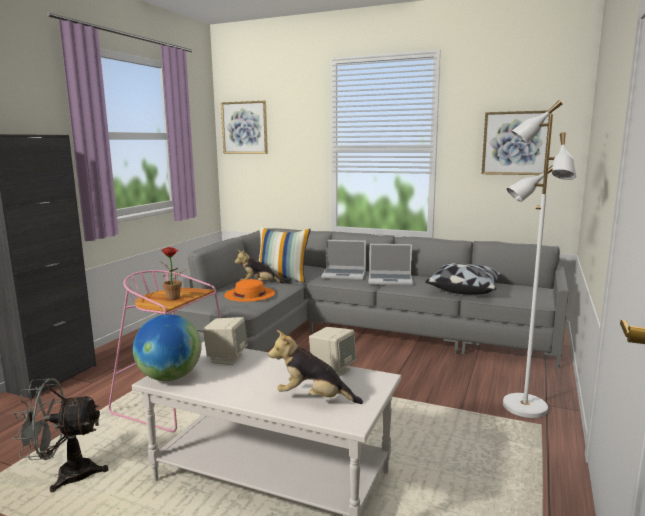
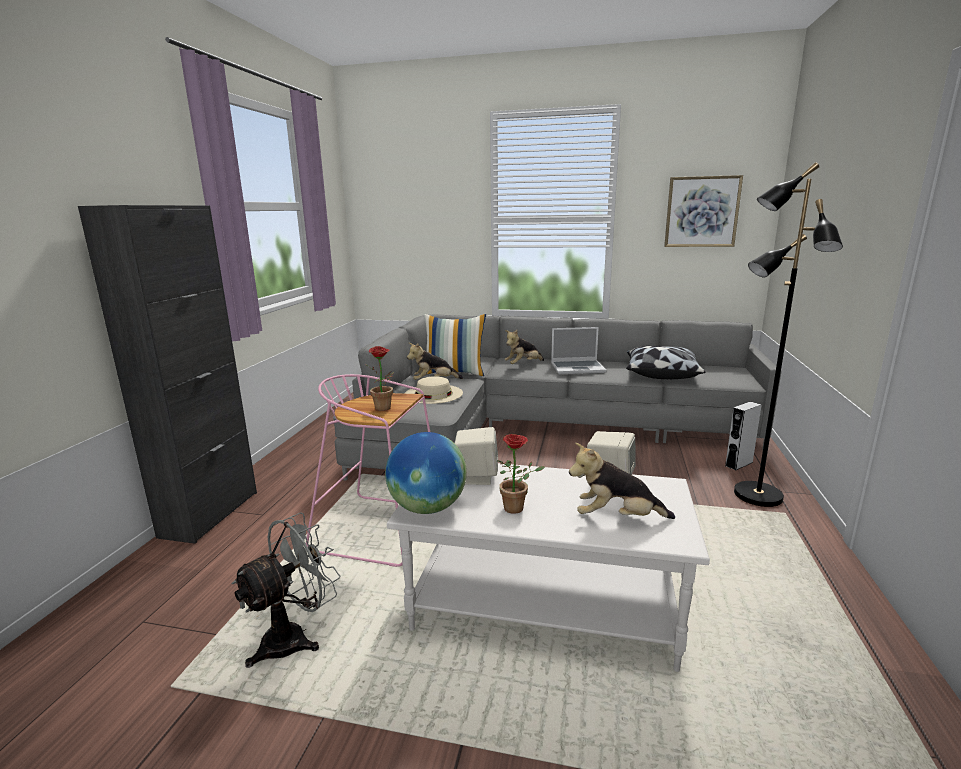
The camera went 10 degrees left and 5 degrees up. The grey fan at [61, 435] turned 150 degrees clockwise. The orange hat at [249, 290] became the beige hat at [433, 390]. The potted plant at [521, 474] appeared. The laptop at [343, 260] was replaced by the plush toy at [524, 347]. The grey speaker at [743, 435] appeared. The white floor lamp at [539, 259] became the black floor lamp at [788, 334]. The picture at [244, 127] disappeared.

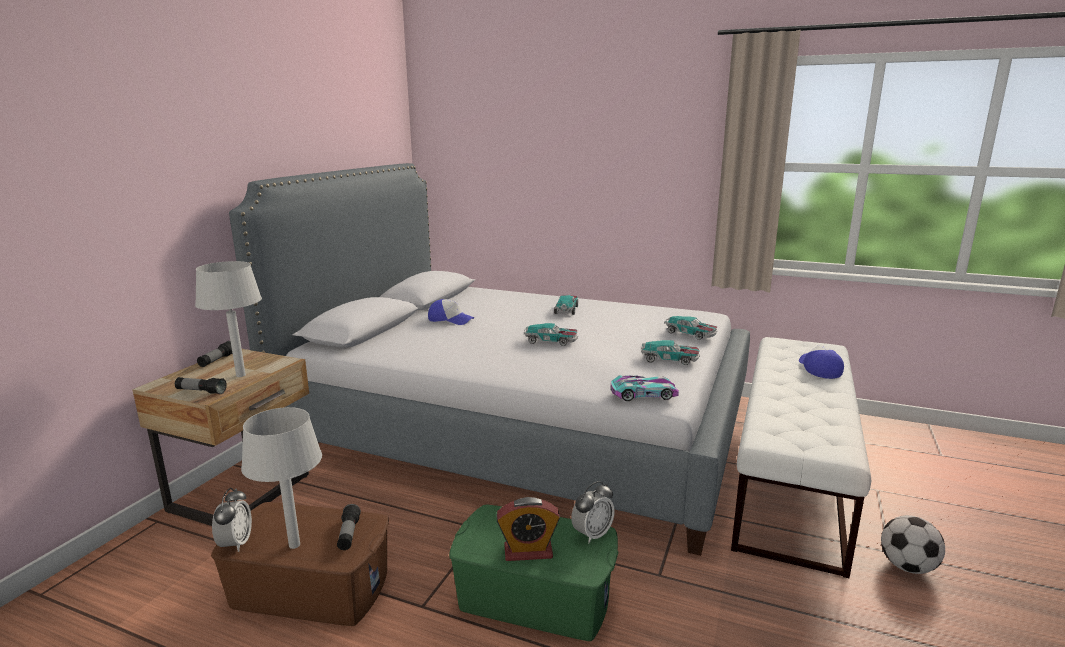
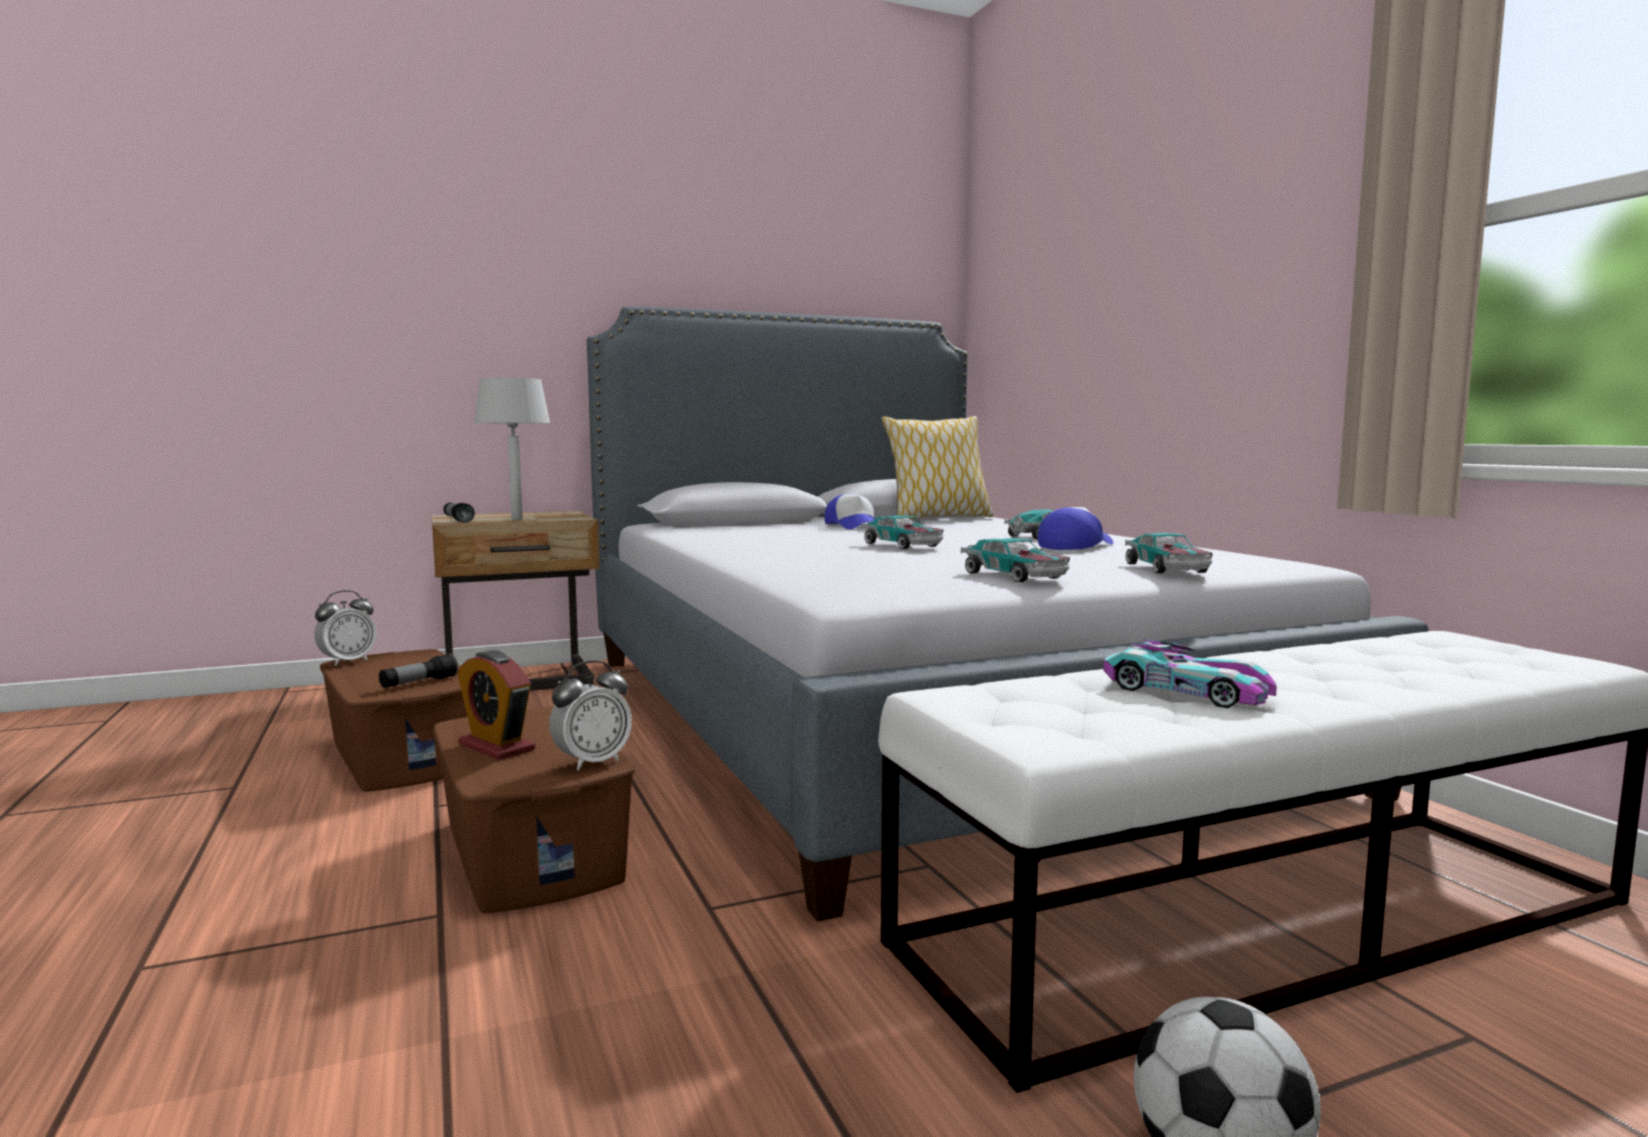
The camera went 45 degrees right and 10 degrees down. The green storage box at [533, 573] became the brown storage box at [534, 810]. The alarm clock at [593, 512] turned 45 degrees counterclockwise. The pillow at [937, 468] appeared. The cap moved from [821, 362] to [1075, 528]. The toy car moved from [645, 388] to [1190, 673]. The flashlight at [215, 354] disappeared. The grey table lamp at [281, 478] disappeared.

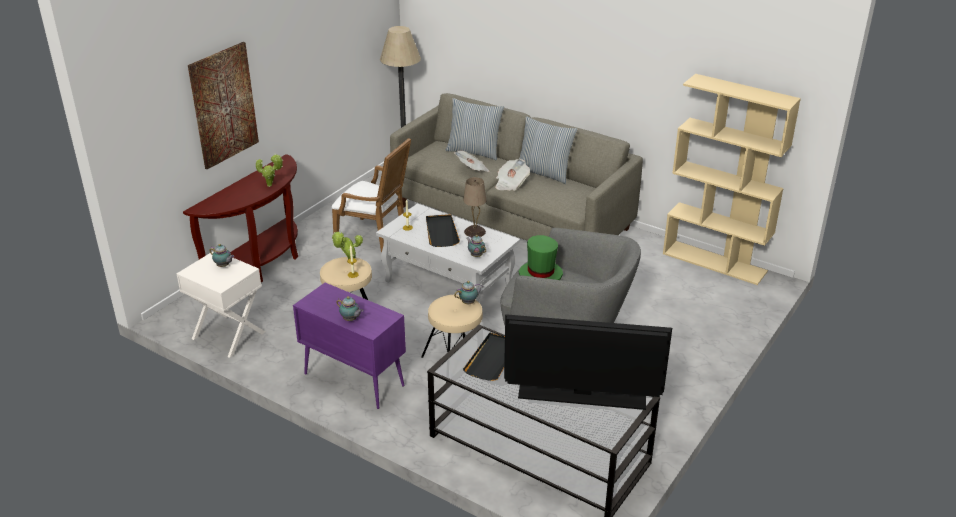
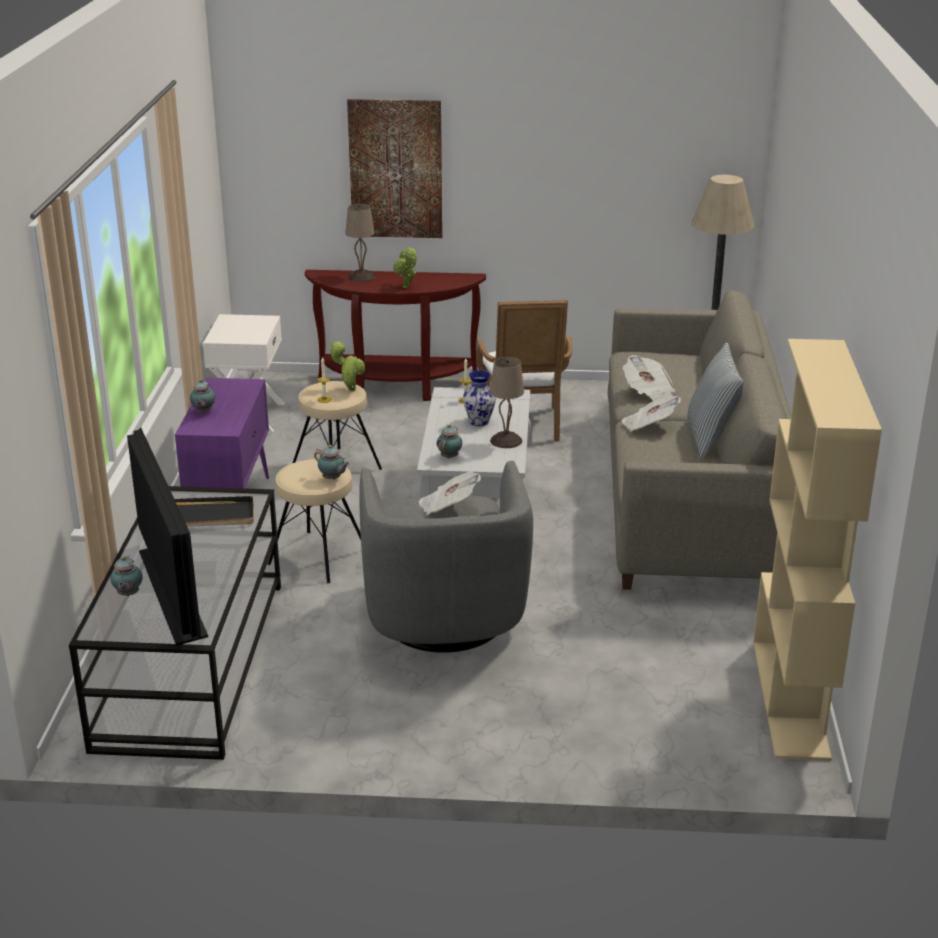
The camera went 60 degrees right and 5 degrees down. The teapot moved from [221, 255] to [126, 575]. The beige table lamp at [360, 243] appeared. The green hat at [540, 257] was replaced by the newspaper at [450, 493]. The black tray at [443, 230] was replaced by the vase at [479, 398]. The pillow at [475, 129] disappeared.

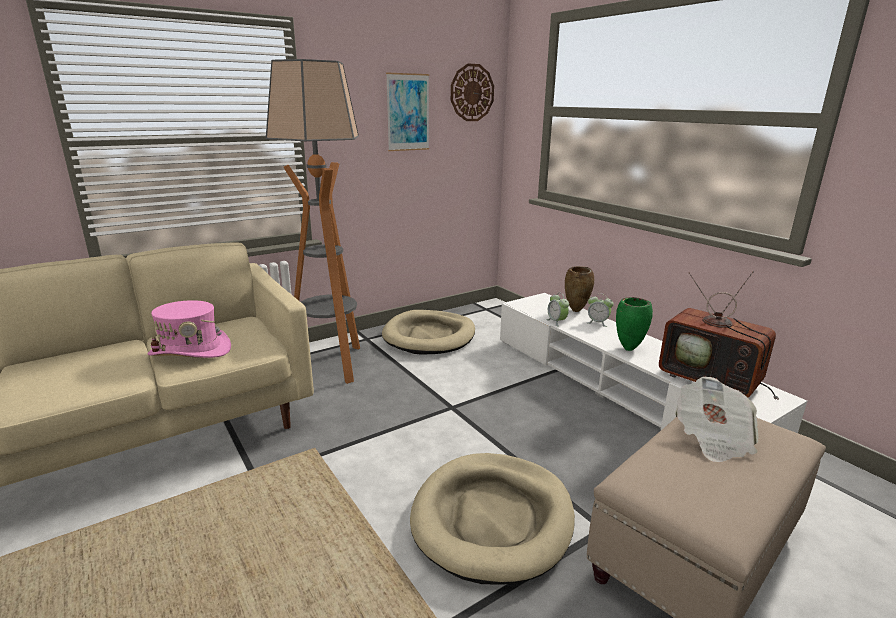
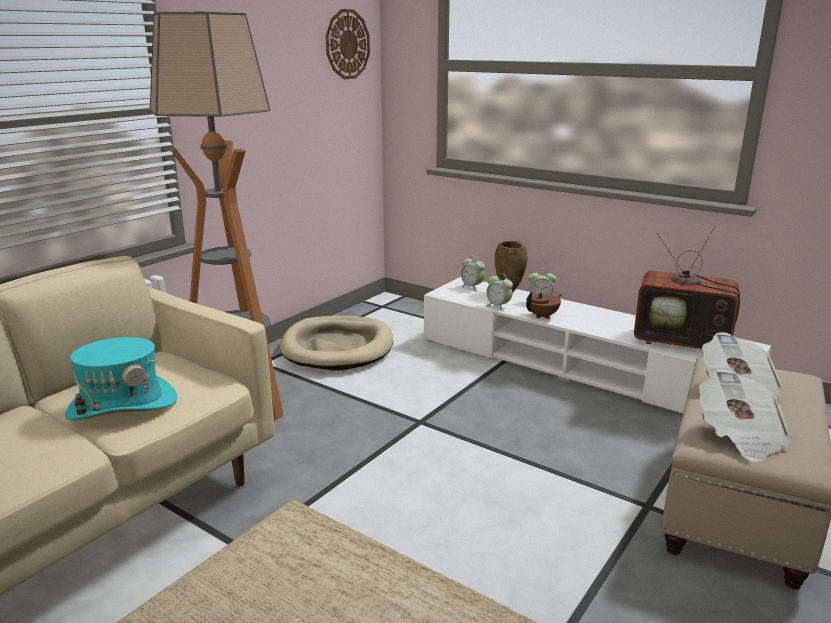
The camera went 20 degrees left and 0 degrees up. The pink hat at [189, 329] became the turquoise hat at [121, 378]. The alarm clock at [472, 273] appeared. The brown teapot at [544, 305] appeared. The newspaper at [745, 415] appeared. The picture at [407, 112] disappeared. The beige dog bed at [492, 519] disappeared. The green vase at [634, 324] disappeared.

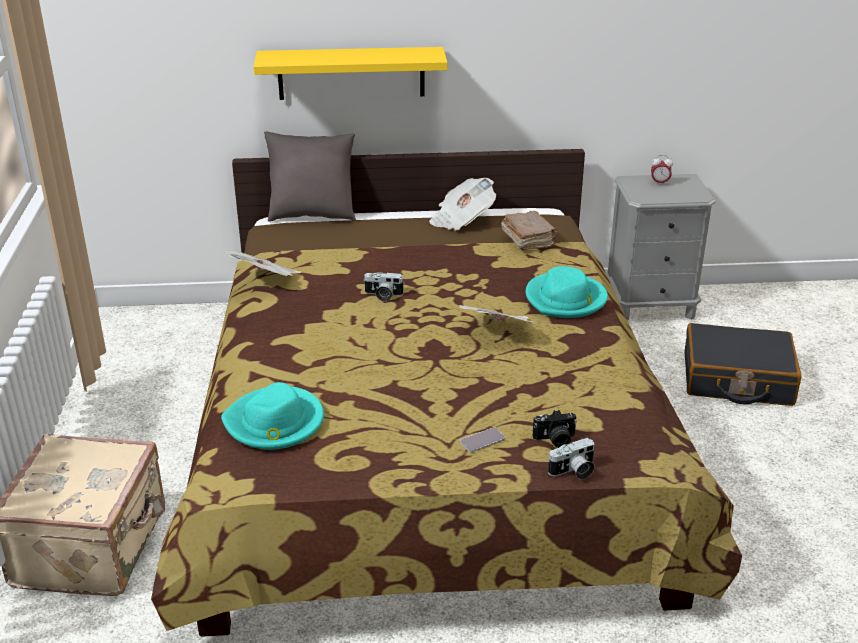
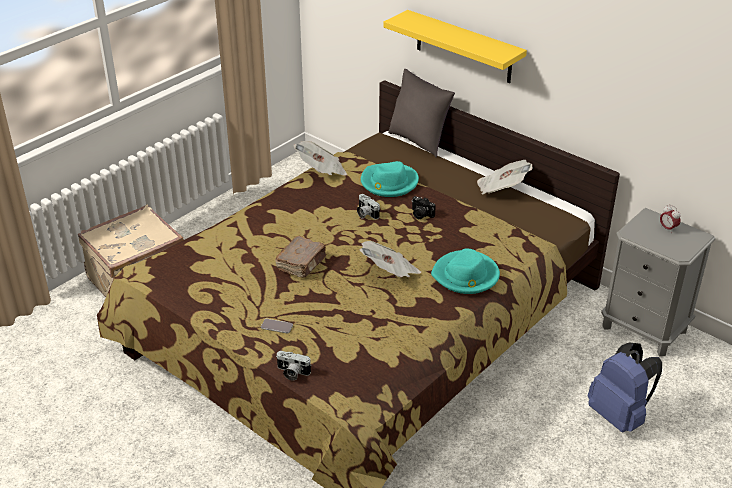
The camera went 45 degrees right and 5 degrees up. The brown book moved from [529, 230] to [300, 257]. The turquoise hat moved from [272, 416] to [390, 179]. The photo camera moved from [555, 429] to [423, 207]. The black suitcase at [742, 364] was replaced by the blue backpack at [625, 387].

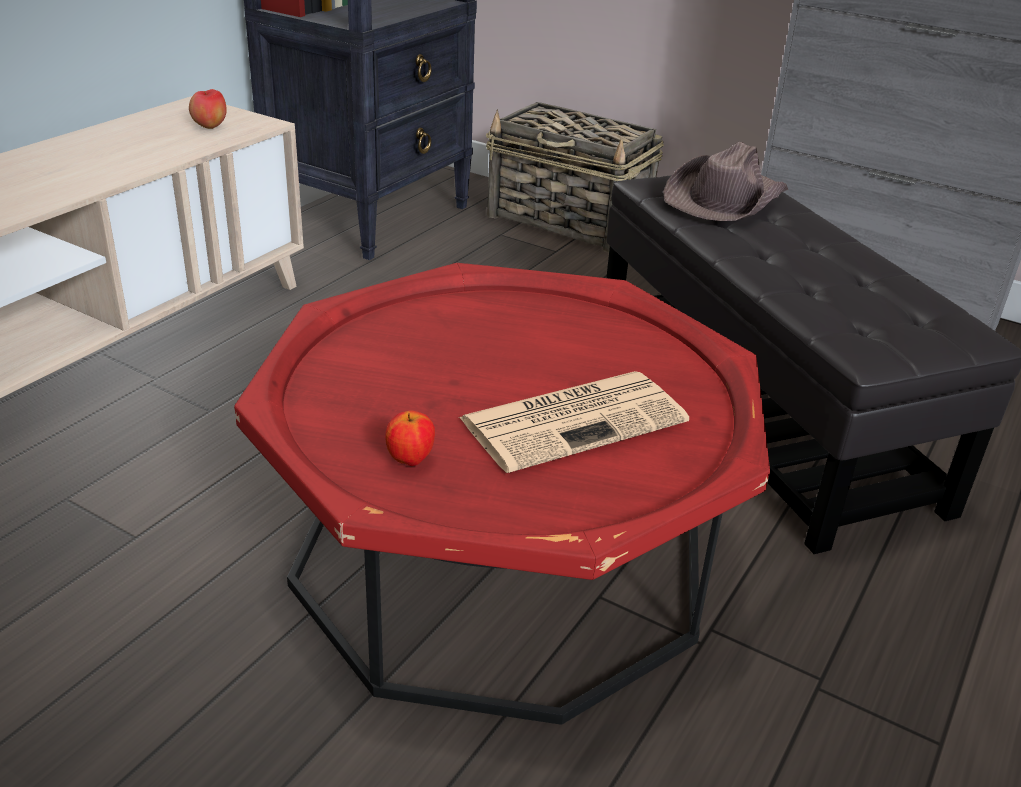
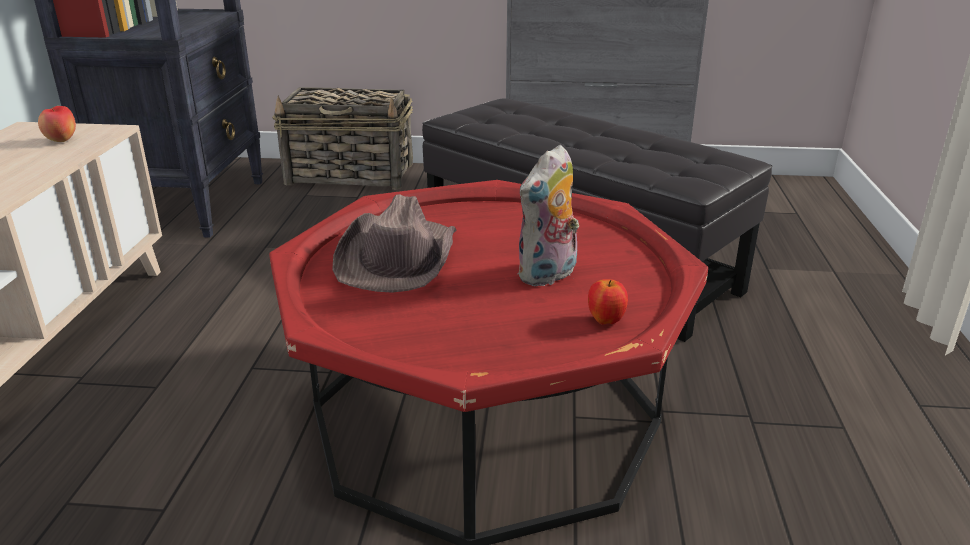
The camera went 25 degrees left and 5 degrees down. The brown hat moved from [725, 181] to [394, 243]. The newspaper at [574, 422] was replaced by the plush toy at [548, 216]. The apple moved from [410, 438] to [608, 302].

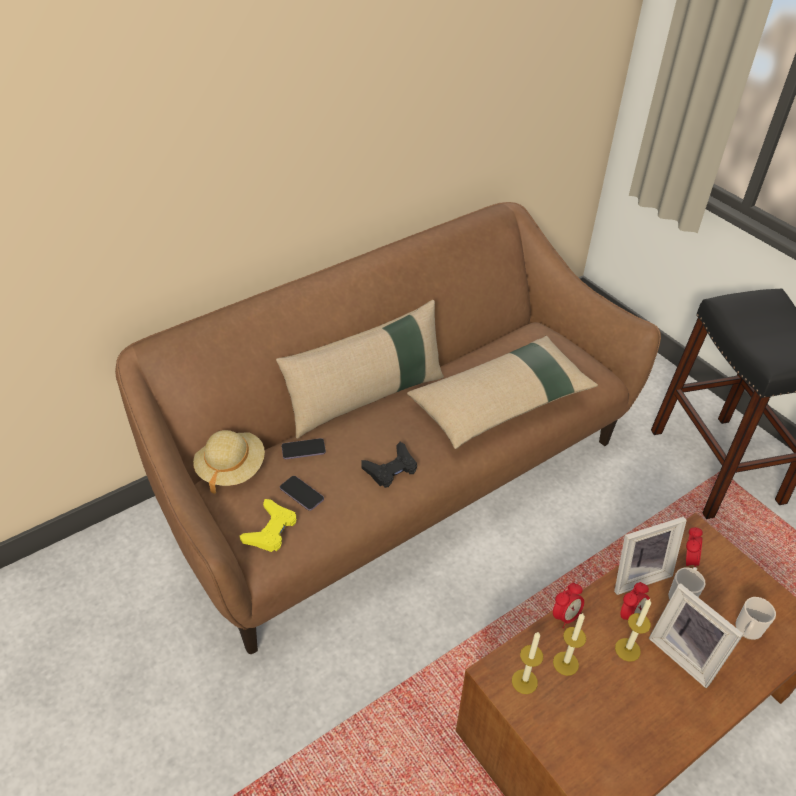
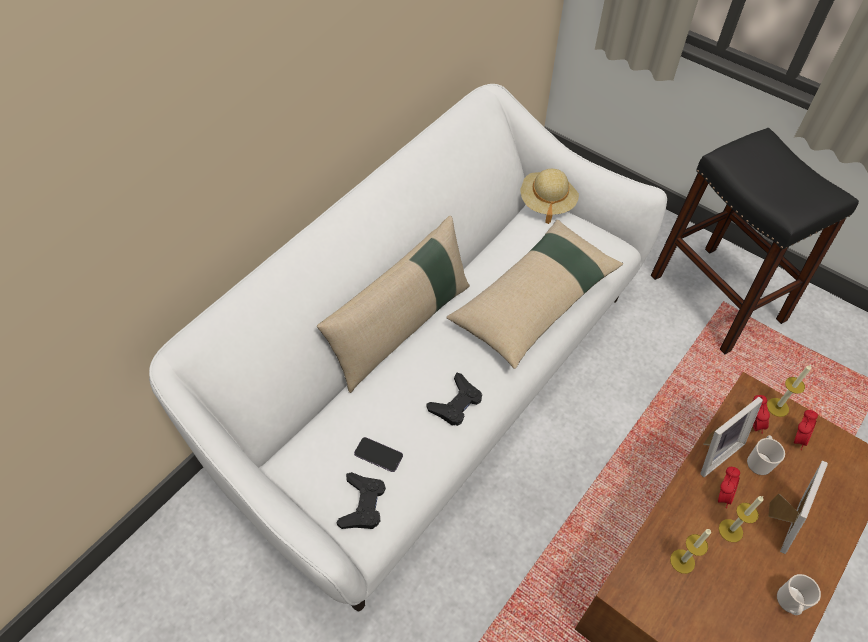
The camera went 15 degrees left and 10 degrees up. The brown sofa at [388, 428] became the white sofa at [408, 347]. The yellow game controller at [268, 525] became the black game controller at [361, 500]. The beige hat moved from [229, 462] to [549, 196]. The candle moved from [527, 663] to [789, 391]. The picture frame at [696, 635] turned 90 degrees counterclockwise. The mug moved from [755, 618] to [799, 594]. The alarm clock moved from [568, 606] to [806, 430]. The phone at [304, 448] disappeared.

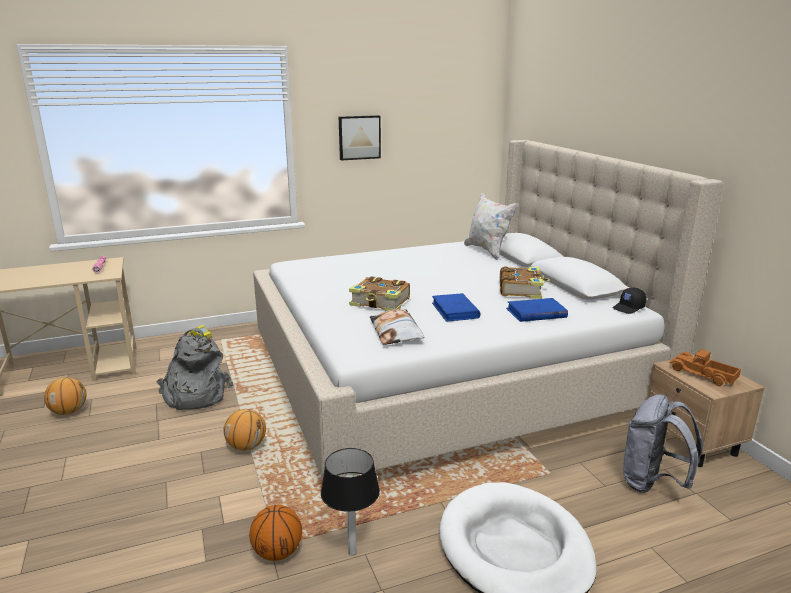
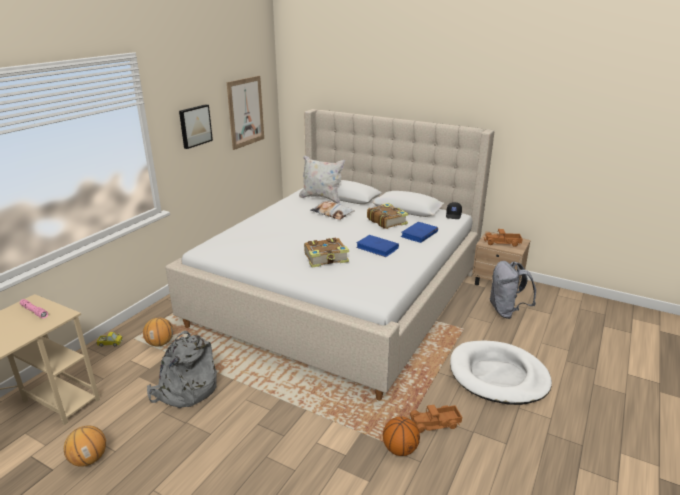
The camera went 40 degrees left and 5 degrees up. The basketball moved from [245, 430] to [158, 332]. The picture at [245, 113] appeared. The pillow moved from [397, 327] to [332, 210]. The table lamp at [350, 501] was replaced by the toy truck at [435, 419].

